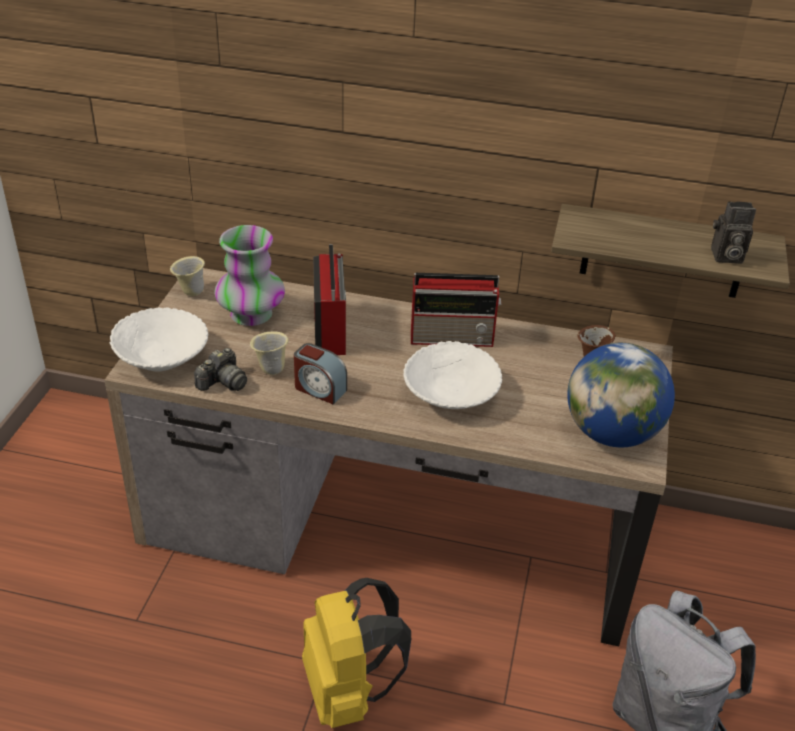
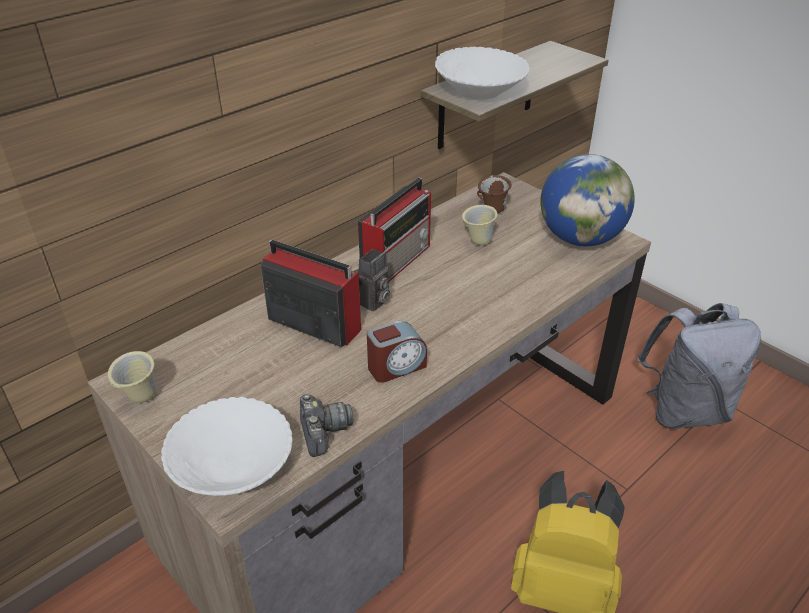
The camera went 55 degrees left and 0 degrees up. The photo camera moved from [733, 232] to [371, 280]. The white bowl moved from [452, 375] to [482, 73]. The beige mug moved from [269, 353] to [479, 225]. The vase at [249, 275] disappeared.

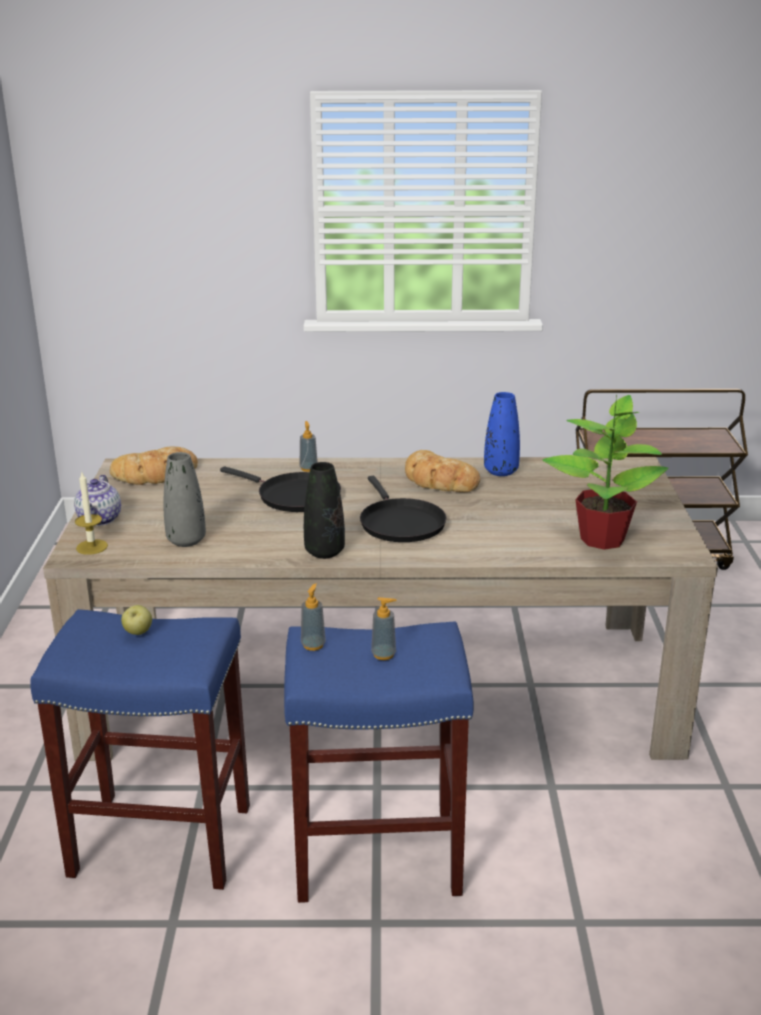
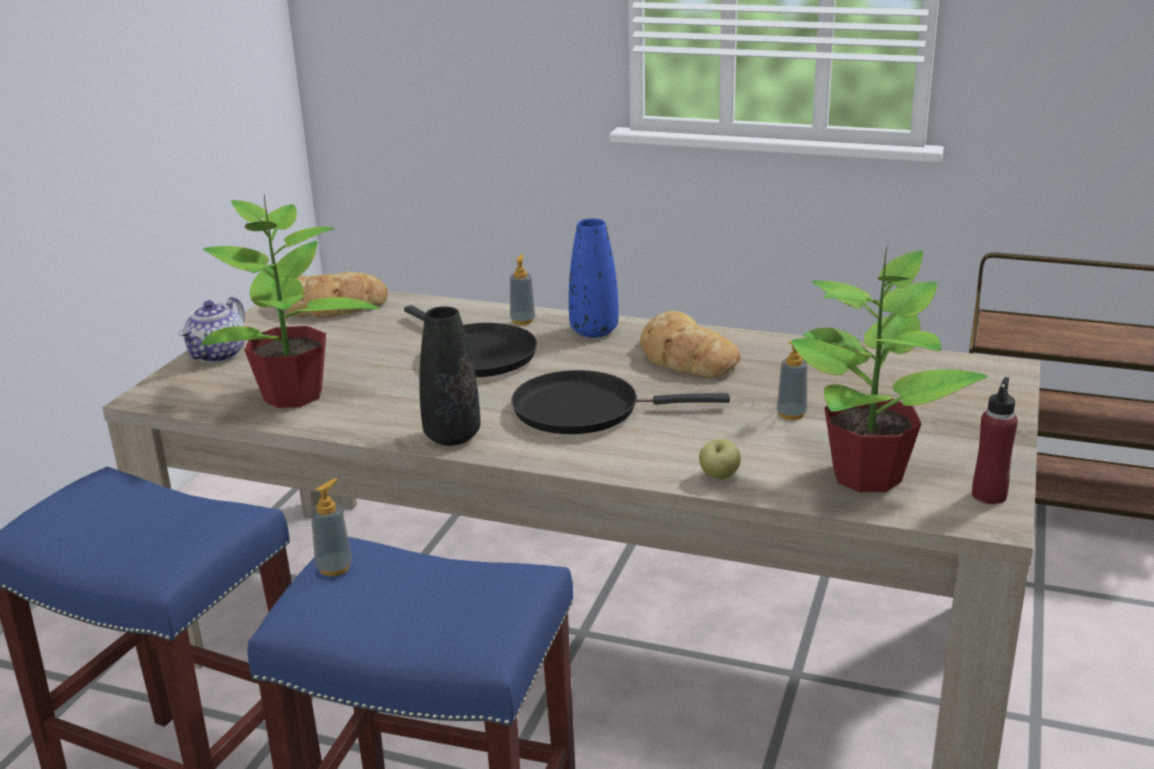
The camera went 20 degrees right and 0 degrees up. The grey vase at [185, 499] was replaced by the potted plant at [290, 301]. The black frying pan at [403, 509] turned 90 degrees clockwise. The blue vase moved from [502, 434] to [593, 278]. The apple moved from [136, 620] to [720, 458]. The soap dispenser moved from [384, 628] to [792, 380]. The red bottle at [995, 440] appeared. The candle at [91, 513] disappeared.

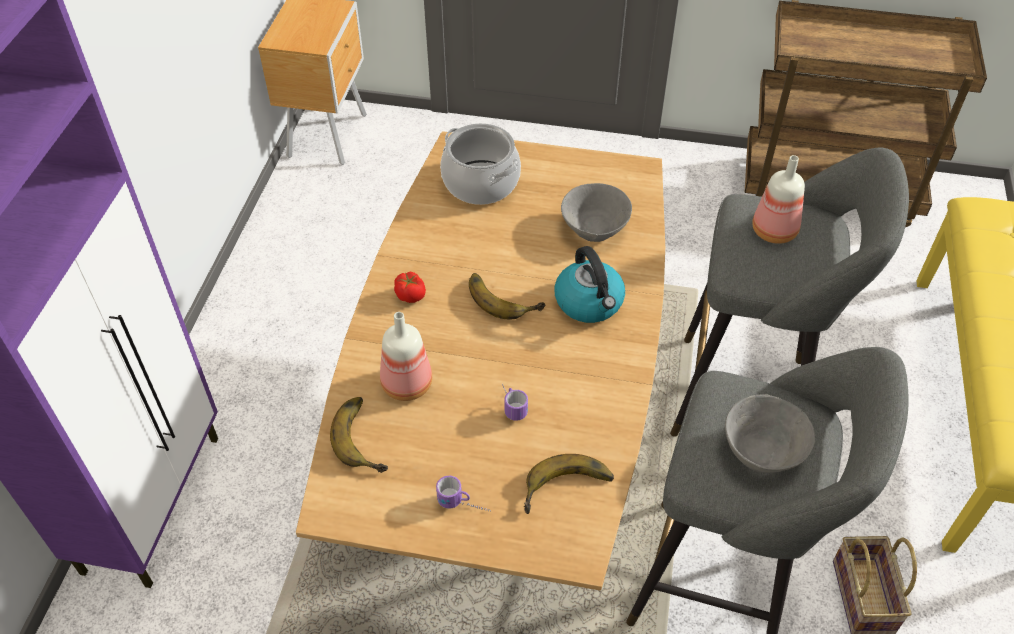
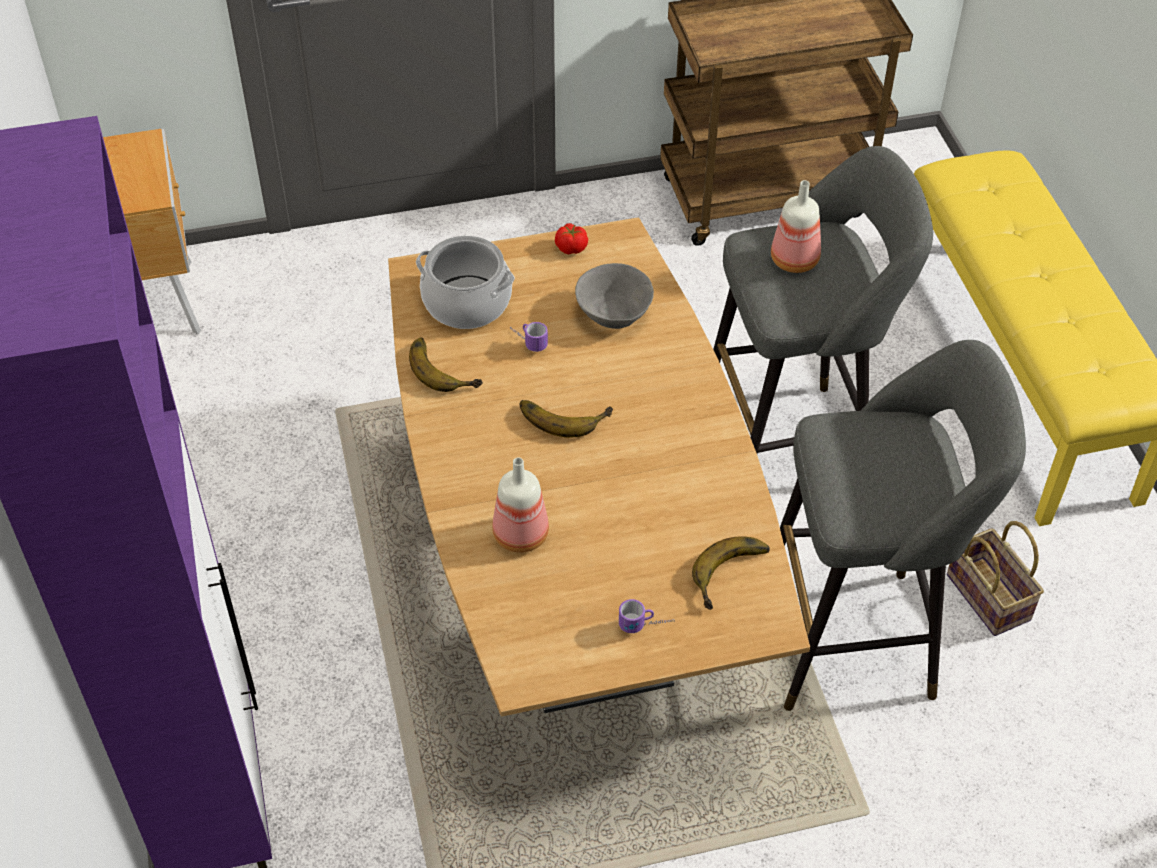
The camera went 25 degrees left and 0 degrees up. The banana moved from [359, 435] to [446, 365]. The mug moved from [515, 402] to [529, 337]. The tomato moved from [410, 287] to [571, 238]. The kettle at [589, 284] disappeared. The grey bowl at [770, 433] disappeared.

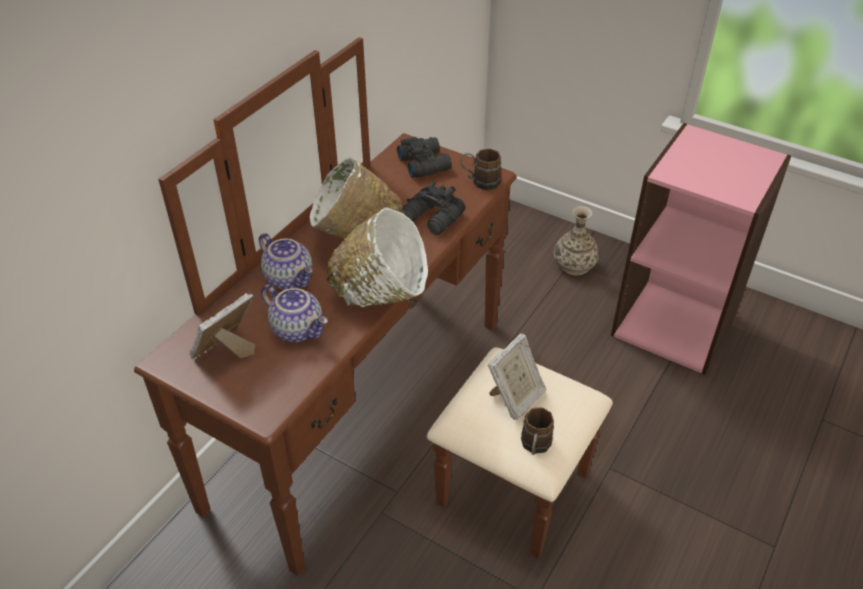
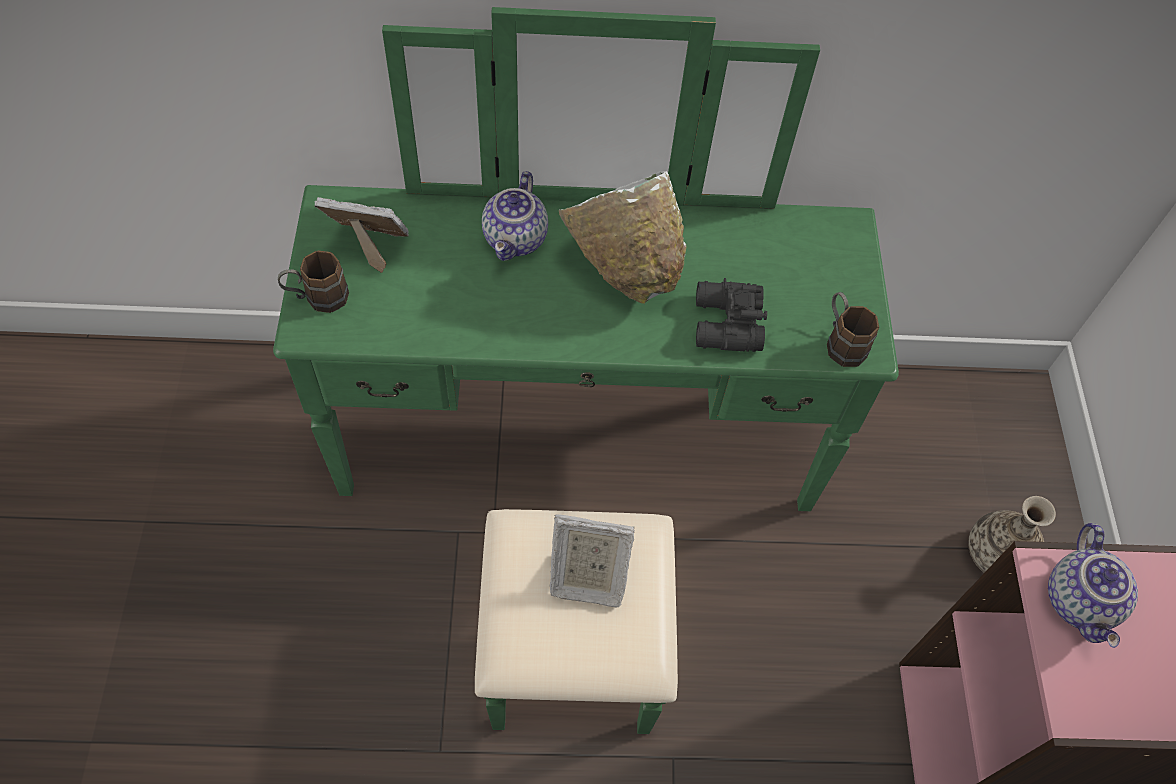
The camera went 55 degrees right and 15 degrees up. The brown dresser at [373, 306] became the green dresser at [586, 370]. The brown mug moved from [537, 431] to [313, 281]. The teapot moved from [294, 313] to [1093, 585]. The white bowl at [377, 257] disappeared. The black binoculars at [424, 157] disappeared.

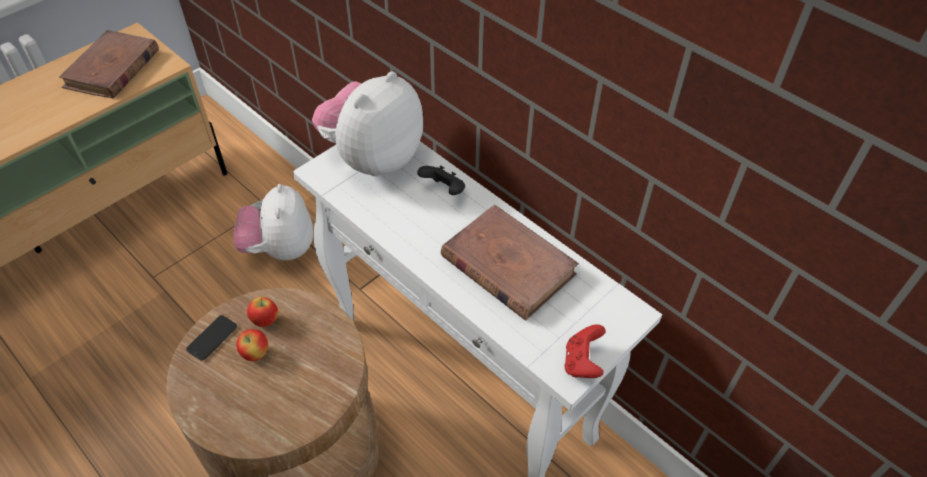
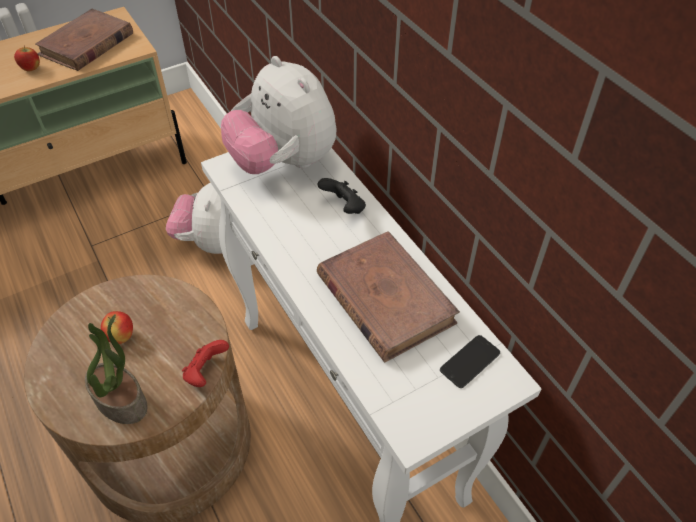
The camera went 15 degrees right and 0 degrees up. The apple moved from [262, 312] to [27, 58]. The potted plant at [116, 369] appeared. The red game controller moved from [585, 351] to [205, 363]. The plush toy at [367, 123] turned 90 degrees counterclockwise. The phone moved from [211, 338] to [470, 361].

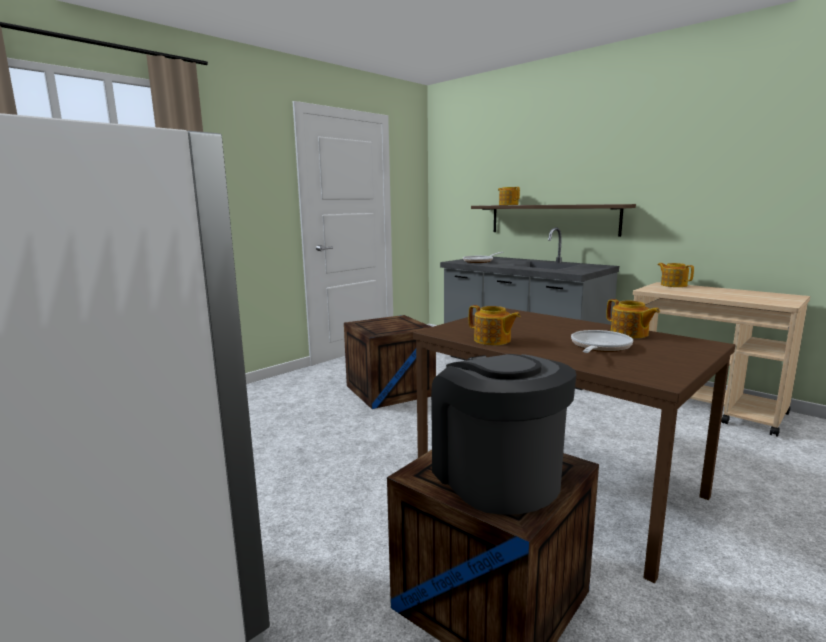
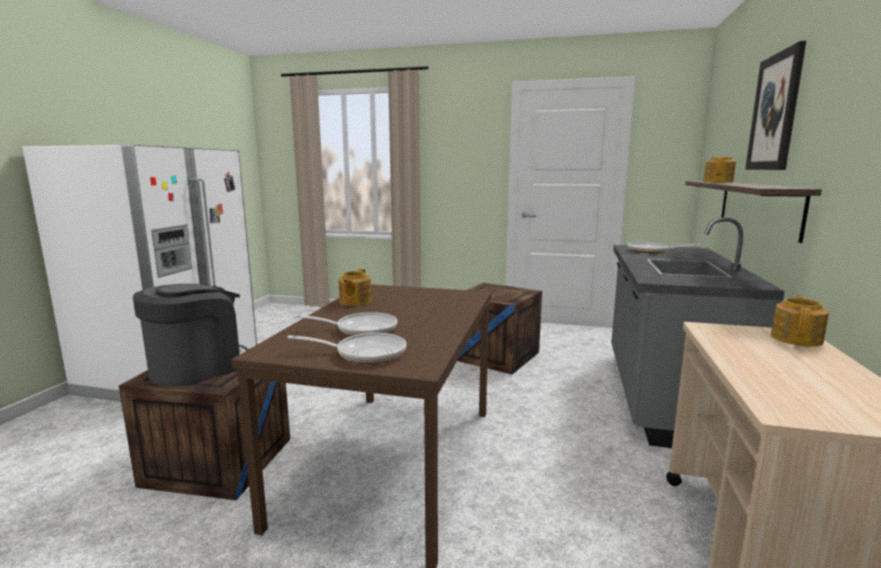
The camera went 60 degrees right and 0 degrees up. The frying pan at [347, 348] appeared. The picture at [775, 105] appeared. The teapot at [633, 319] disappeared.

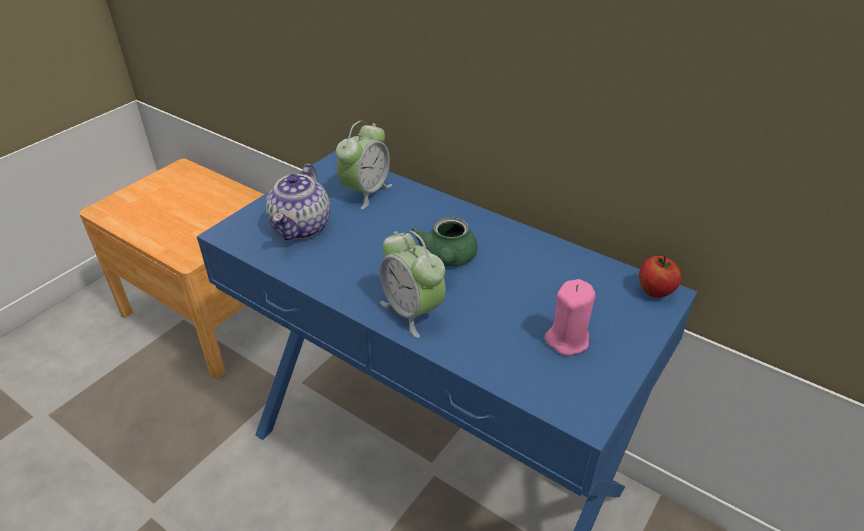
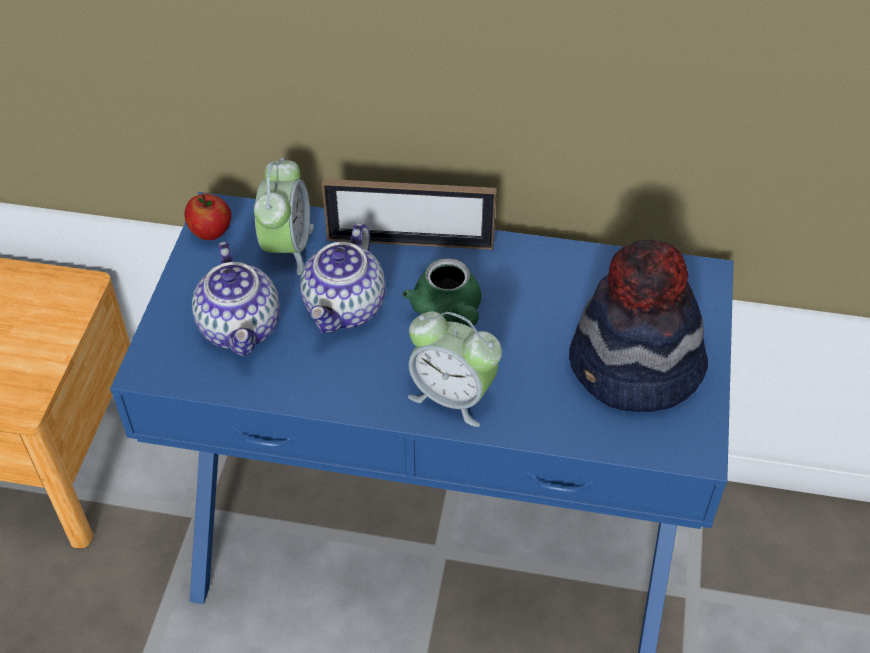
The camera went 25 degrees left and 10 degrees up. The apple moved from [660, 276] to [207, 216]. The teapot at [342, 278] appeared. The picture frame at [409, 214] appeared. The pink candle at [570, 317] was replaced by the hat at [638, 325].

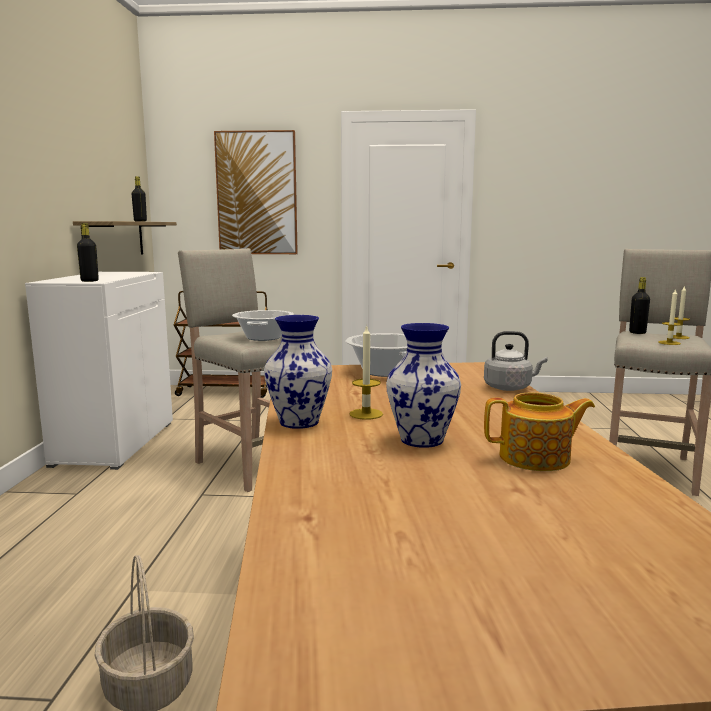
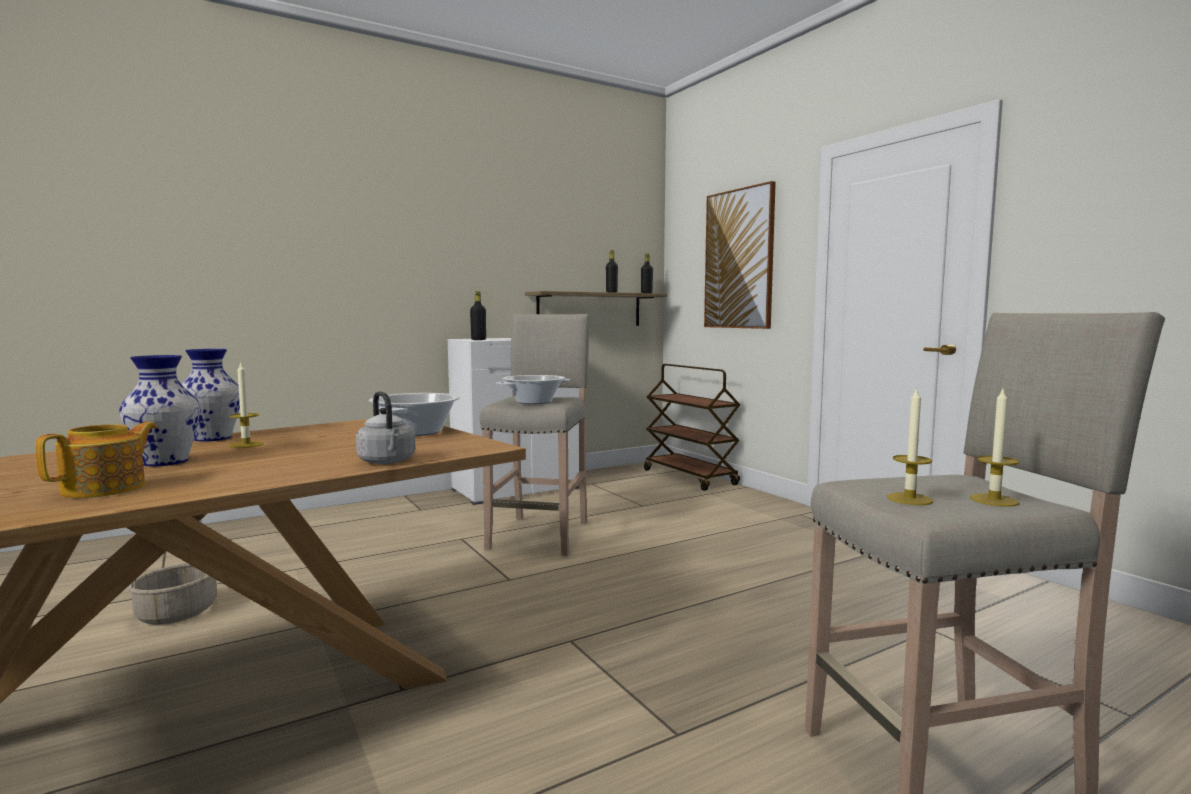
The camera went 55 degrees right and 5 degrees down. The teapot at [539, 431] turned 120 degrees counterclockwise. The black bottle moved from [639, 305] to [647, 273].

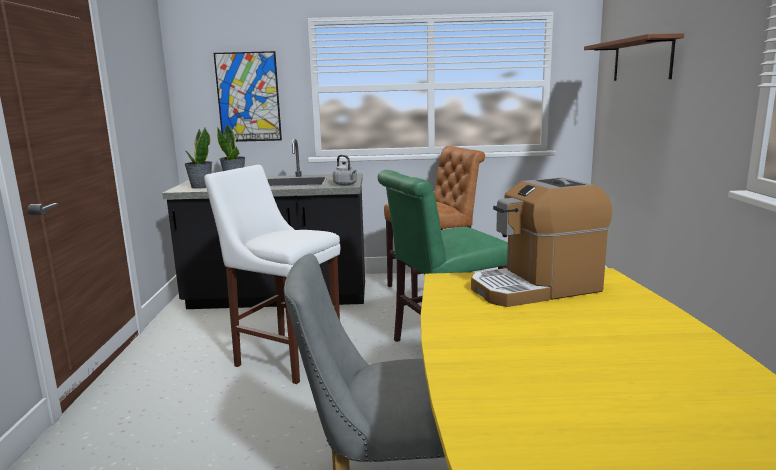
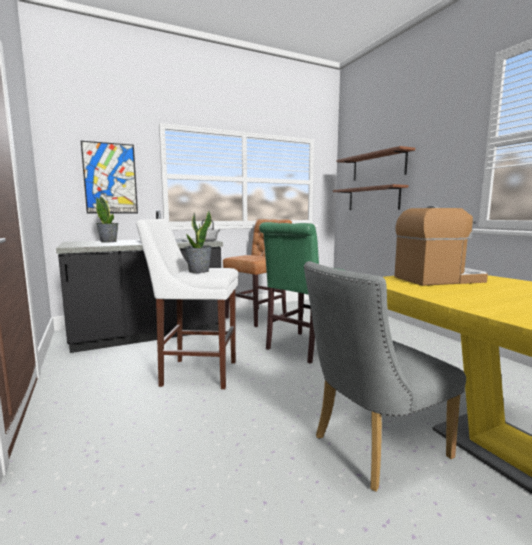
The camera went 25 degrees left and 5 degrees down. The potted plant moved from [198, 158] to [198, 242]. The brown shelf at [370, 197] appeared. The coffee machine at [541, 242] turned 150 degrees counterclockwise.

